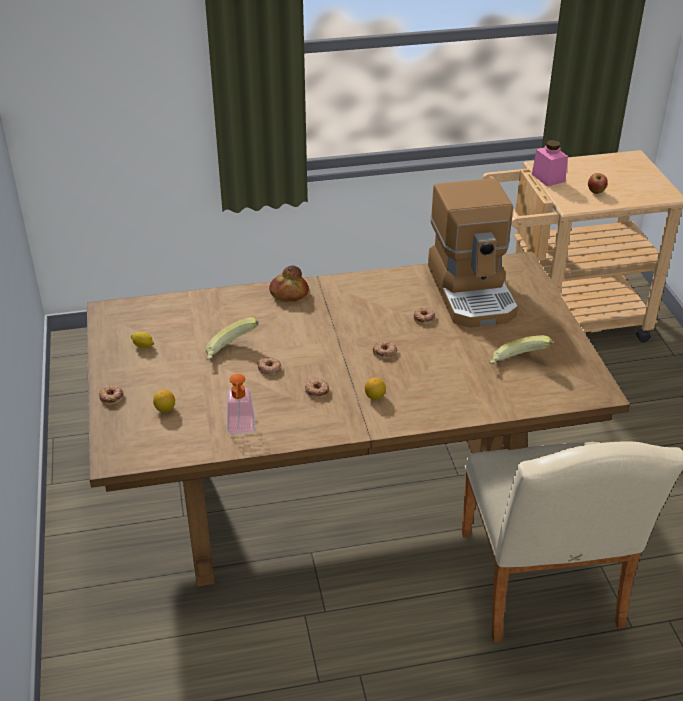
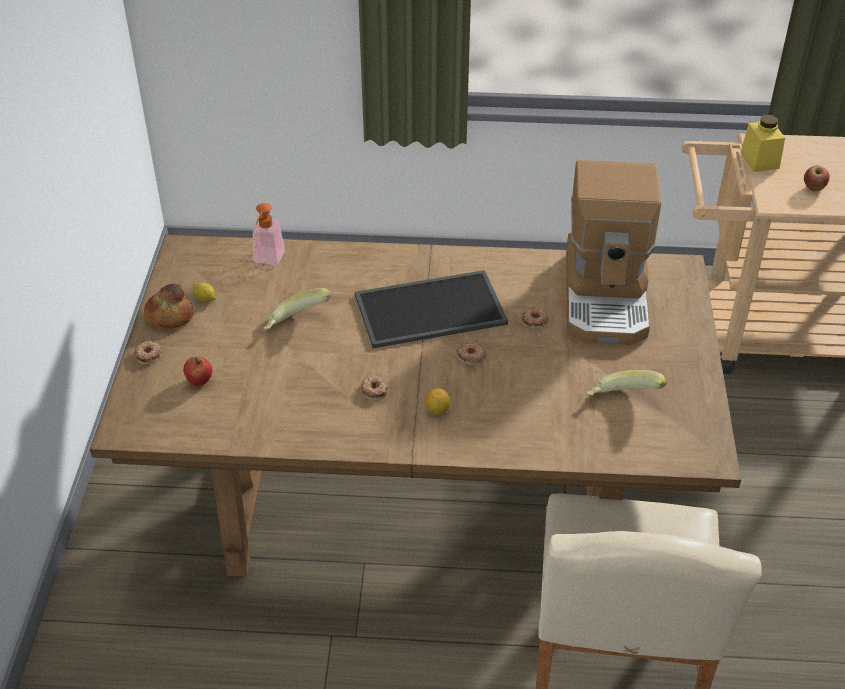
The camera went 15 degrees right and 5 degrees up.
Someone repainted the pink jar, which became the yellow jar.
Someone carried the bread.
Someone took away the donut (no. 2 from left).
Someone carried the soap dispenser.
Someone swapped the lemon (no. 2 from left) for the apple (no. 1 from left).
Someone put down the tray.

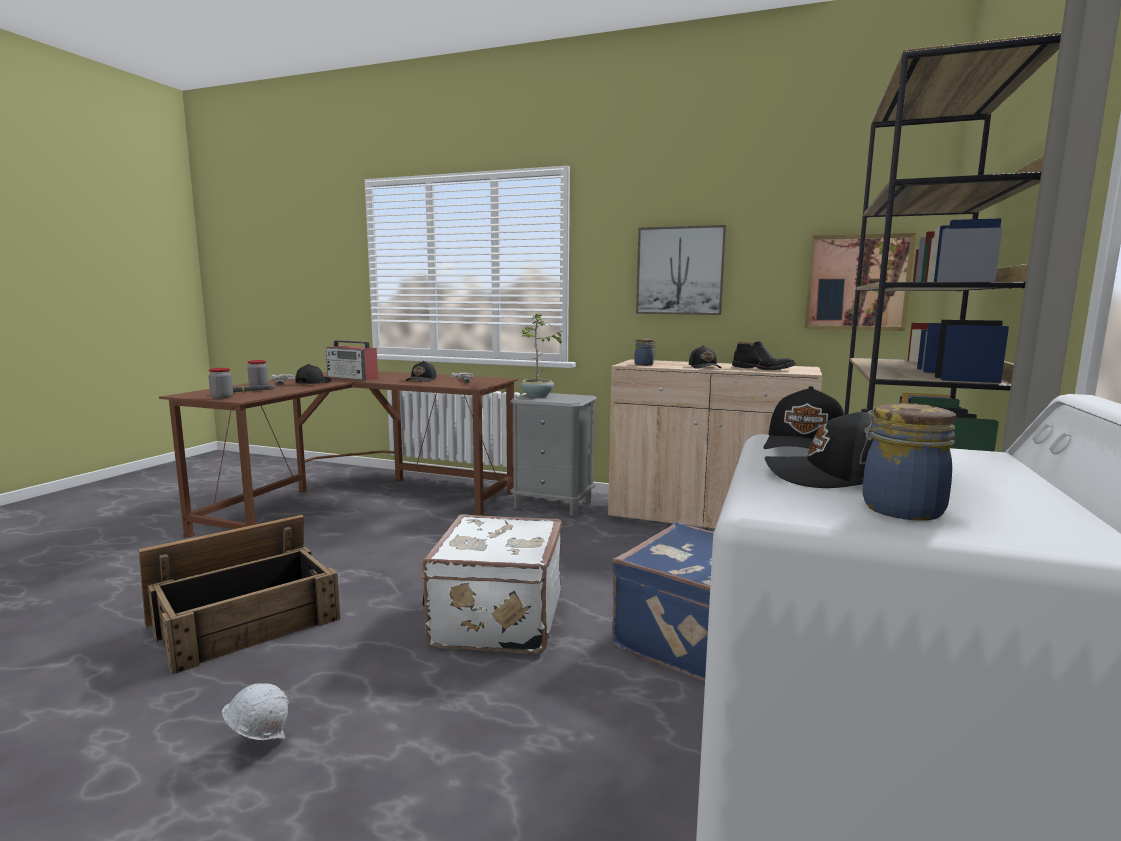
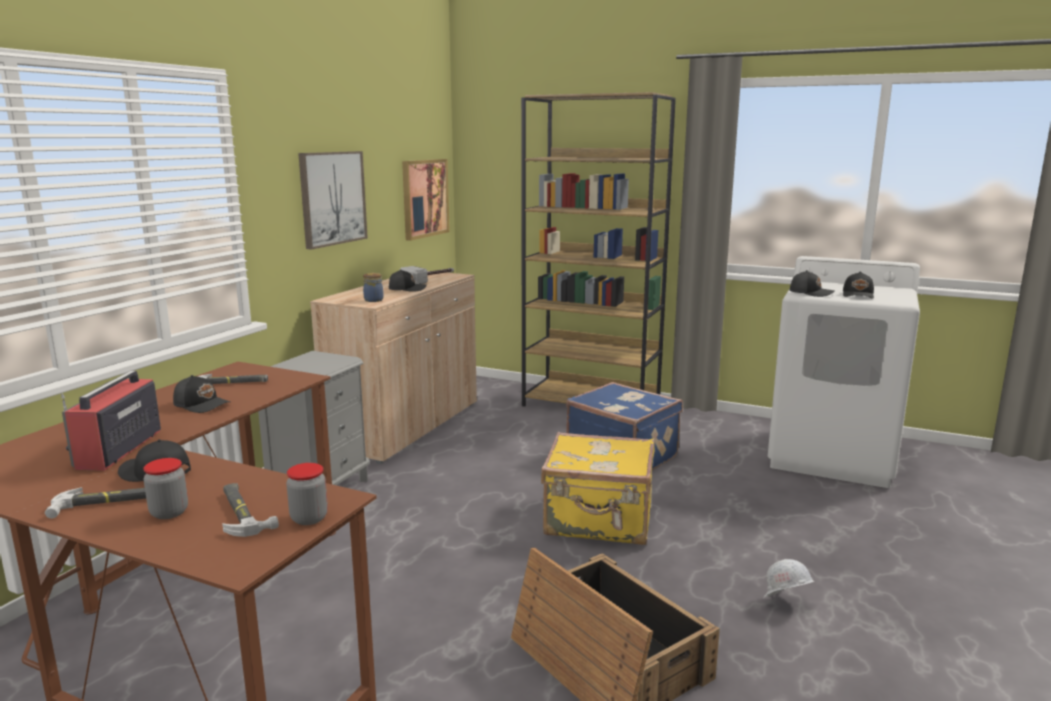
The camera went 85 degrees left and 5 degrees up.
Someone took away the potted plant.
Someone rotated the radio by 150 degrees clockwise.
Someone swapped the black boot for the hammer (no. 4 from left).
Someone took away the jar (no. 4 from left).
Someone repainted the white suitcase, which became the yellow suitcase.

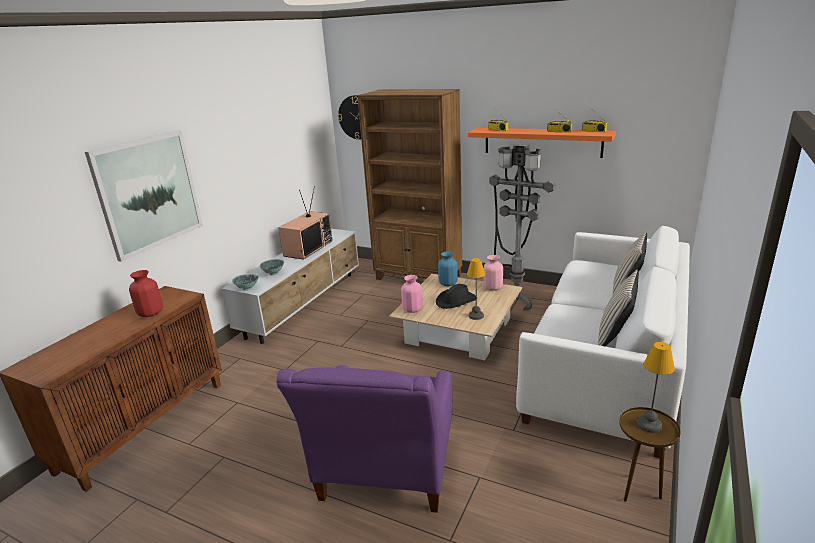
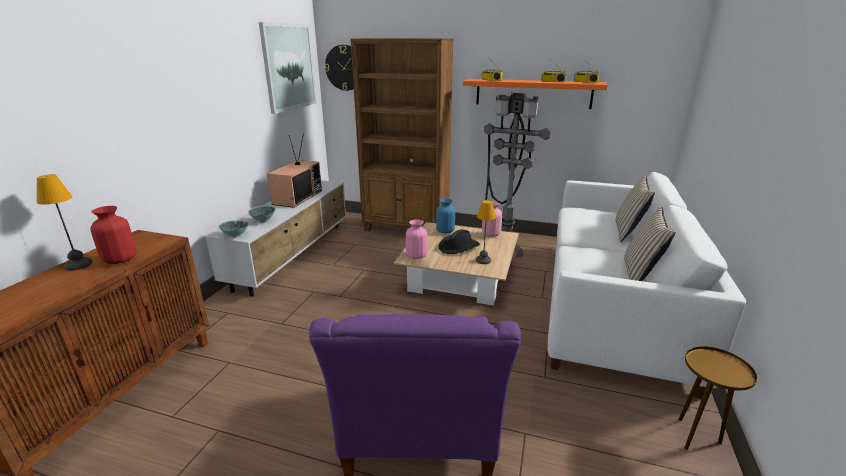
The camera went 10 degrees left and 0 degrees up.
Someone carried the picture.
Someone carried the table lamp (no. 2 from left in the first image).

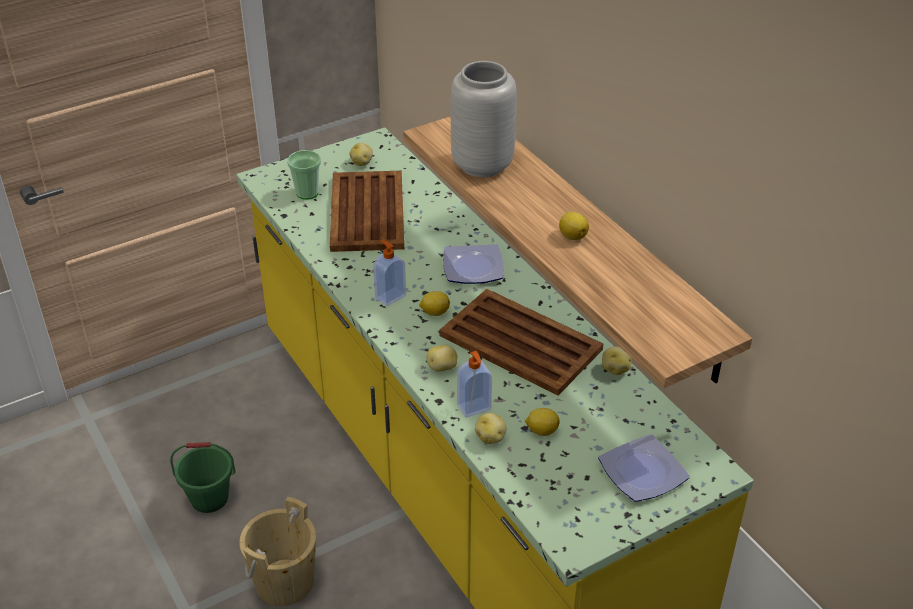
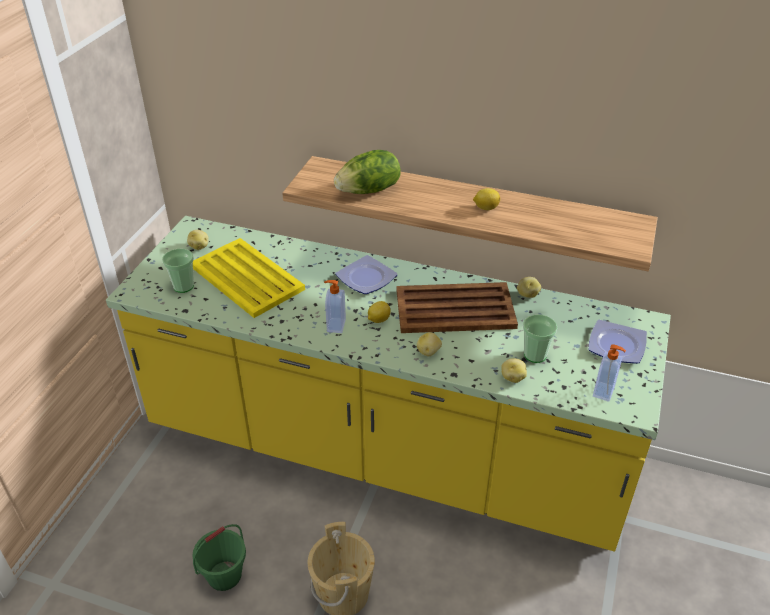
The camera went 40 degrees left and 0 degrees up.
Someone swapped the grey vase for the lettuce.
Someone repainted the brown tray (no. 1 from left), which became the yellow tray.
Someone carried the soap dispenser (no. 2 from left).
Someone swapped the lemon (no. 2 from left) for the cup (no. 2 from left).

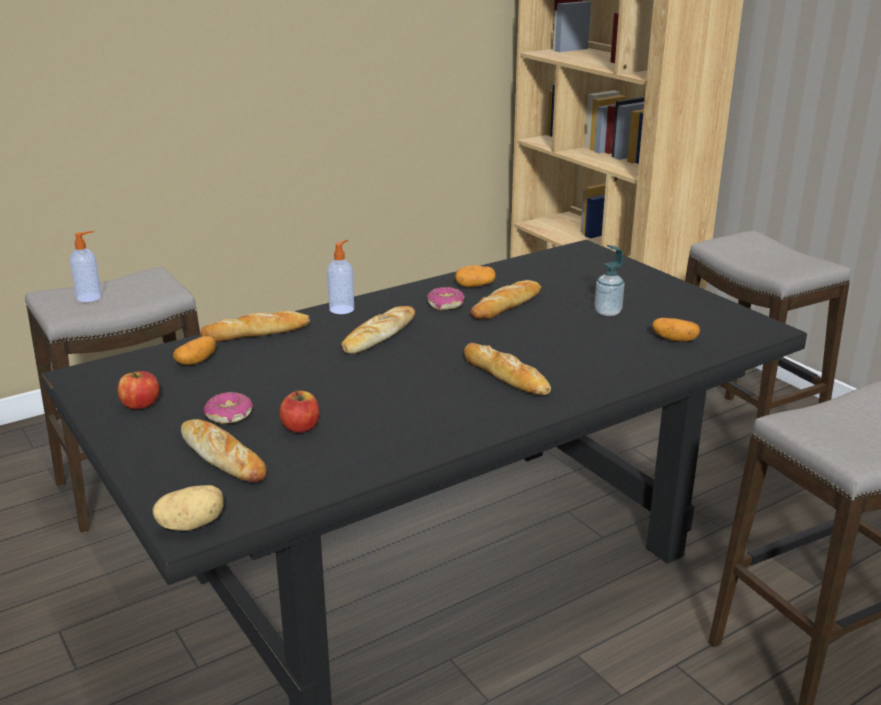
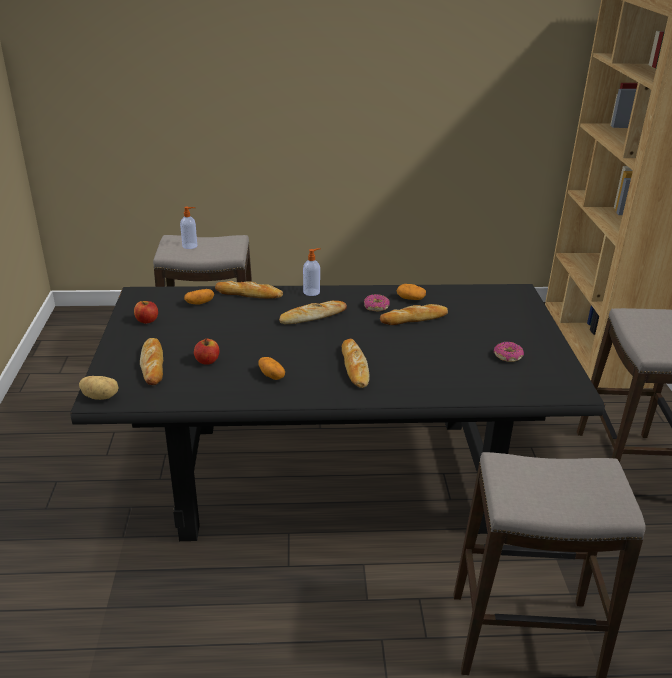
The camera went 30 degrees right and 5 degrees up.
Someone took away the soap dispenser (no. 3 from left).
Someone carried the potato (no. 4 from left in the first image).
Someone carried the donut (no. 1 from left in the first image).

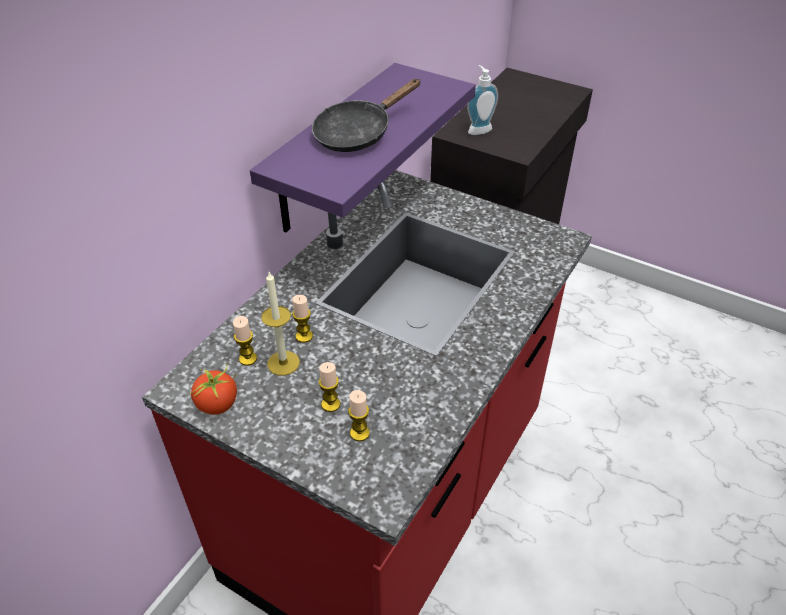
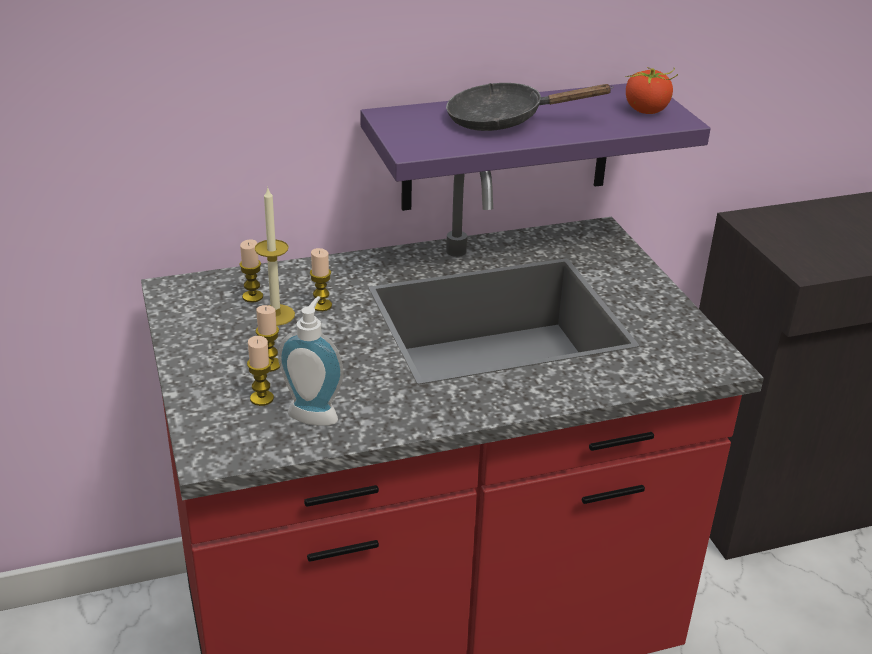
The camera went 40 degrees right and 10 degrees down.
Someone carried the soap dispenser.
Someone carried the tomato.

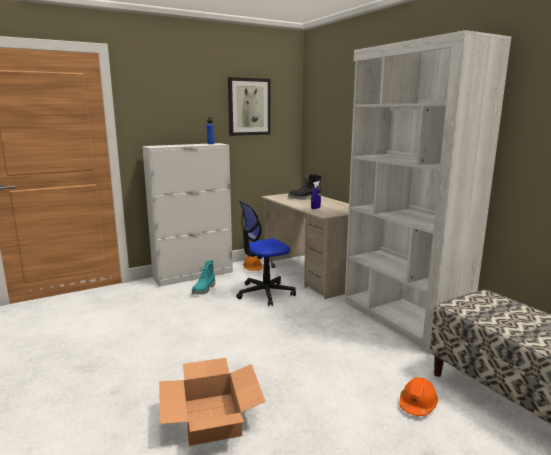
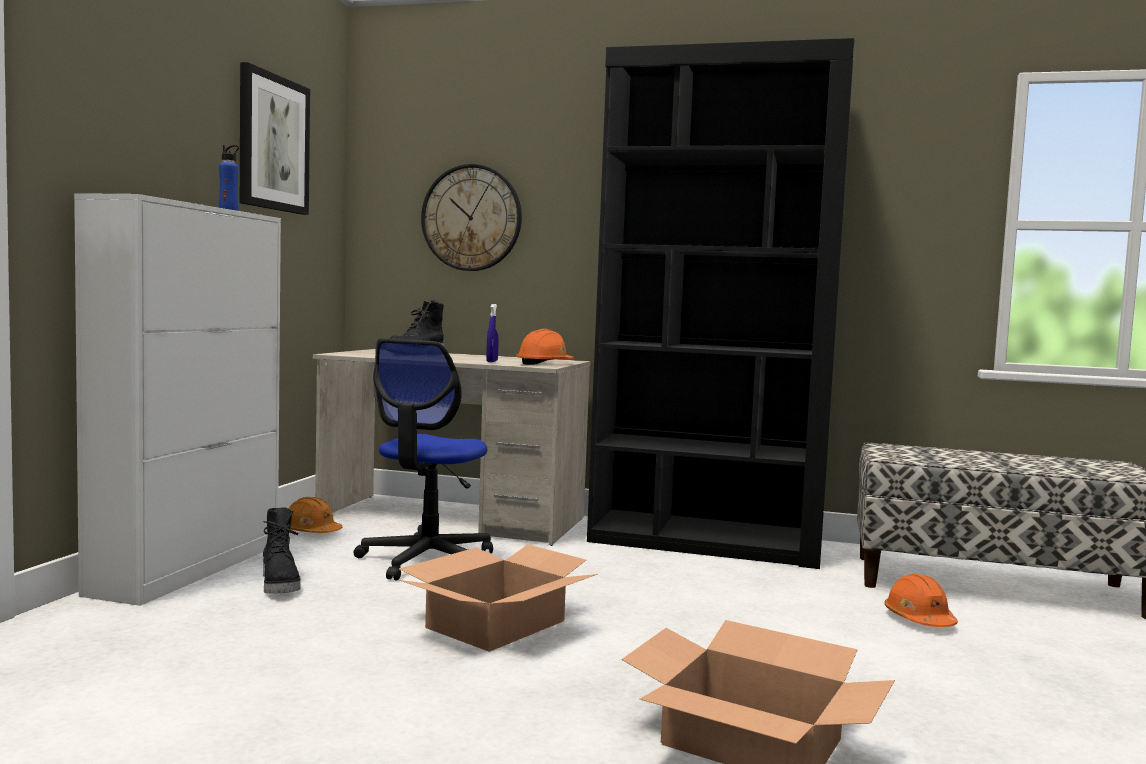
The camera went 45 degrees left and 10 degrees down.
Someone repainted the white bookcase, which became the black bookcase.
Someone repainted the turquoise boot, which became the black boot (no. 1 from left).
Someone put up the wall clock.
Someone put down the orange hard hat (no. 2 from left).
Someone put down the cardboard box (no. 1 from left).

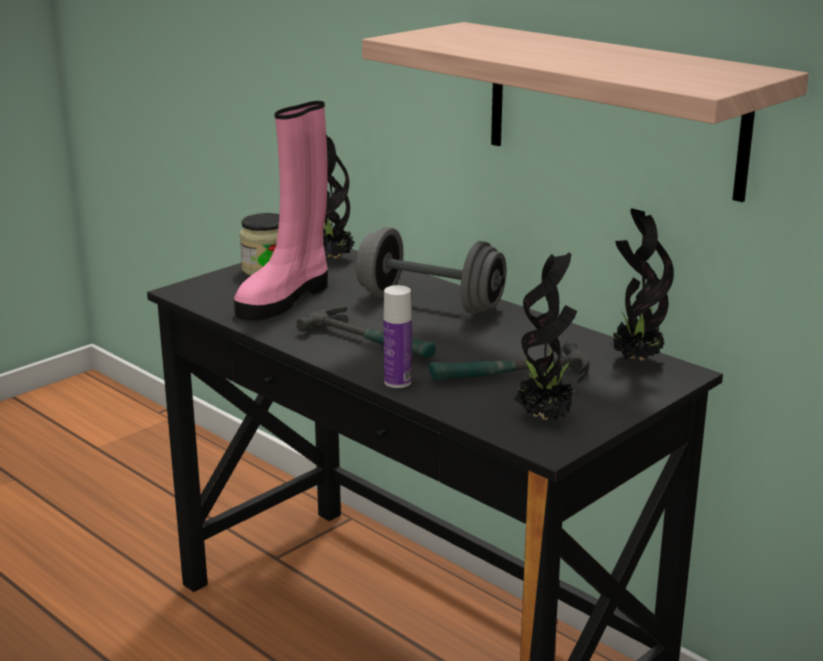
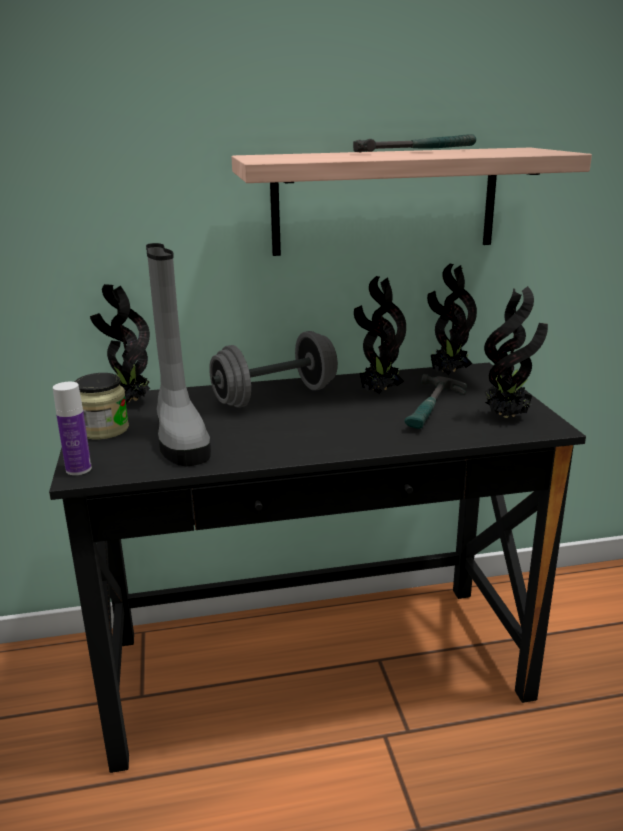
The camera went 55 degrees left and 0 degrees up.
Someone repainted the pink boot, which became the grey boot.
Someone carried the bottle.
Someone carried the hammer (no. 1 from left).
Someone put down the potted plant (no. 2 from left).

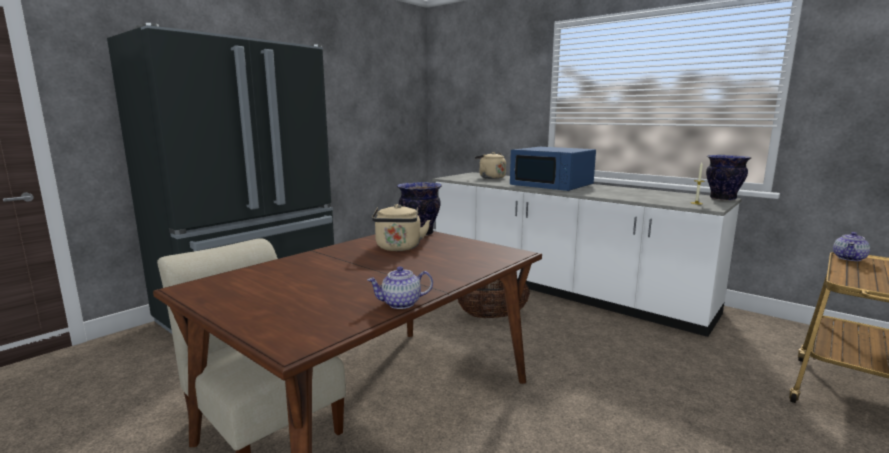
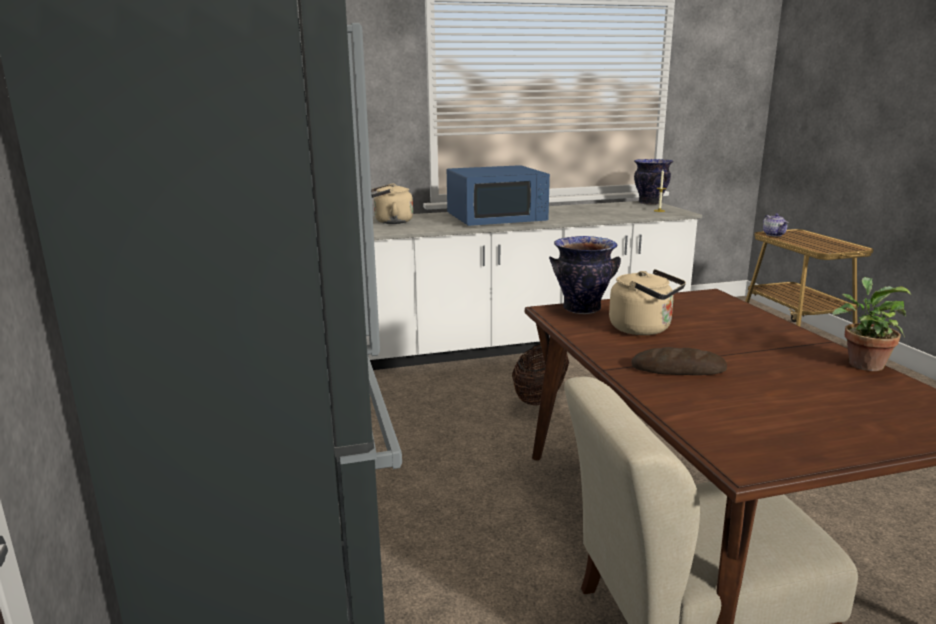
The camera went 55 degrees left and 5 degrees up.
Someone swapped the teapot (no. 1 from left) for the potted plant.
Someone put down the bread.

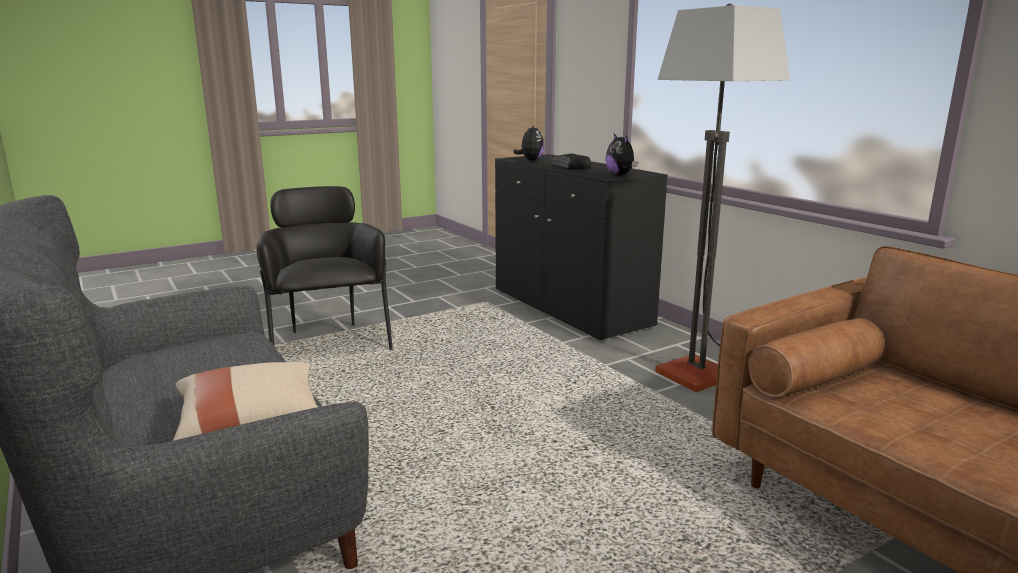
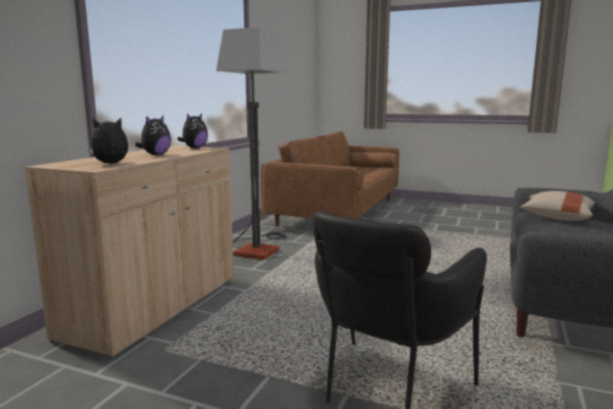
The camera went 125 degrees left and 5 degrees down.
Someone swapped the radio for the plush toy (no. 2 from left).
Someone repainted the black cabinet, which became the beige cabinet.

